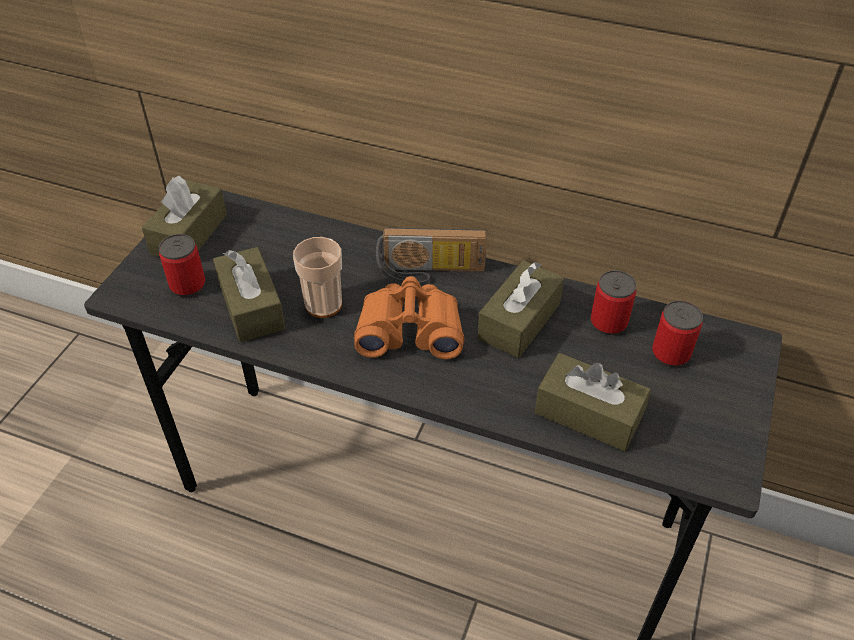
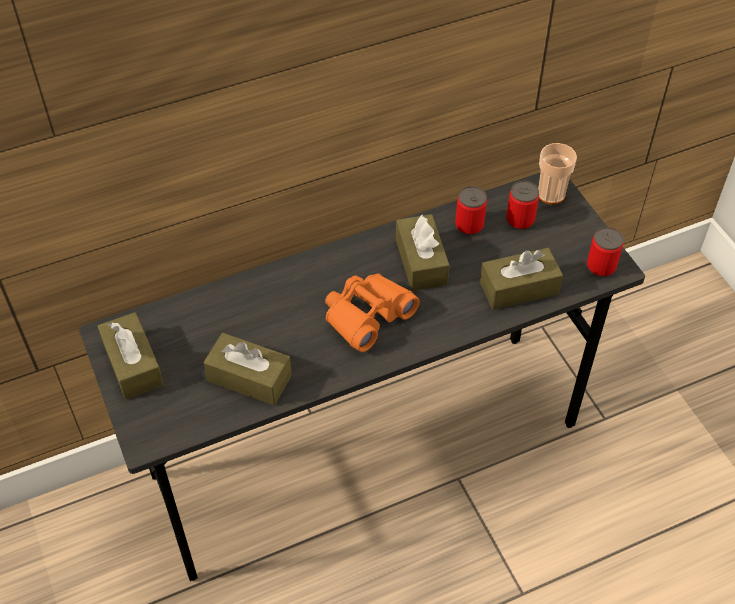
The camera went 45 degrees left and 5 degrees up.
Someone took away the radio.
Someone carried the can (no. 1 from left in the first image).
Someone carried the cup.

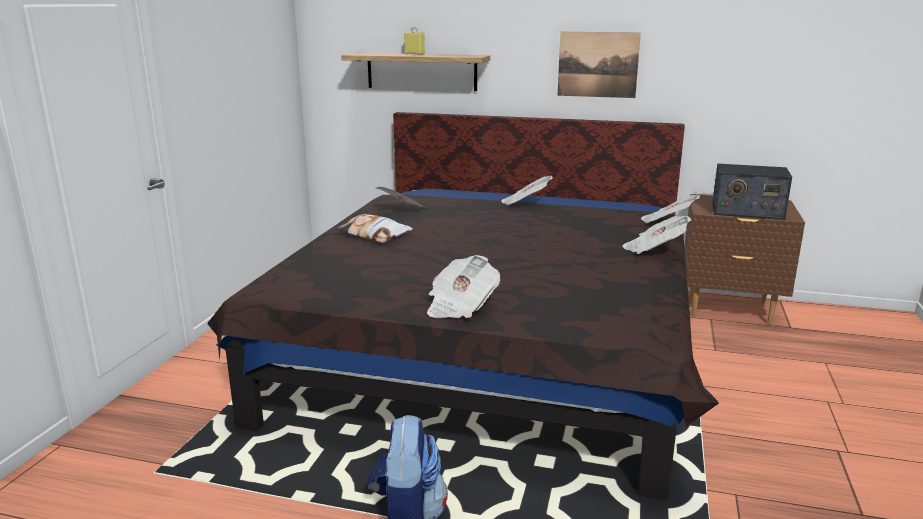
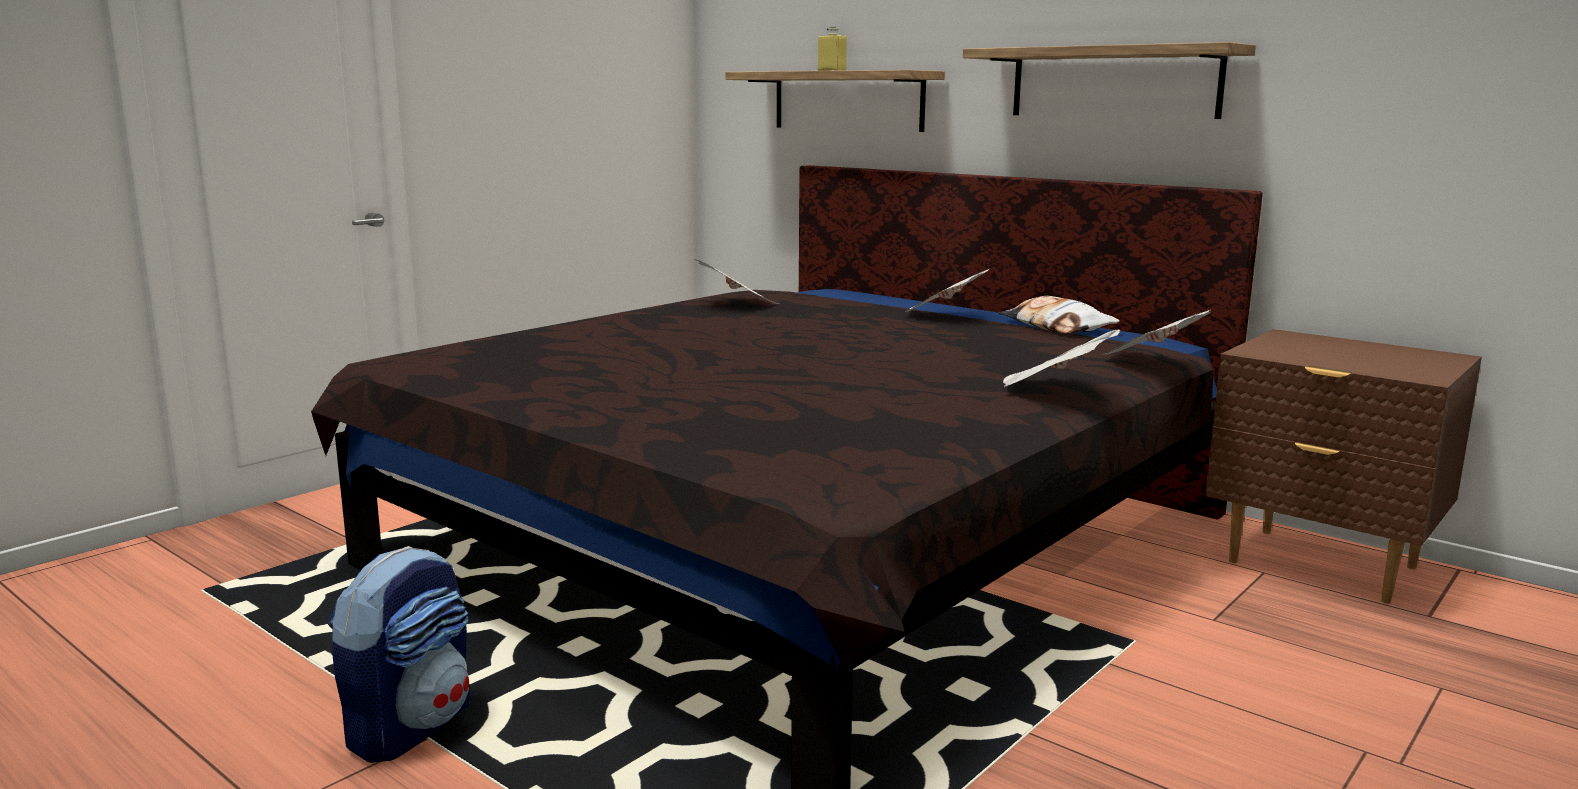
The camera went 25 degrees right and 5 degrees down.
Someone swapped the picture for the shelf (no. 2 from left).
Someone took away the radio.
Someone carried the pillow.
Someone took away the newspaper (no. 2 from left).

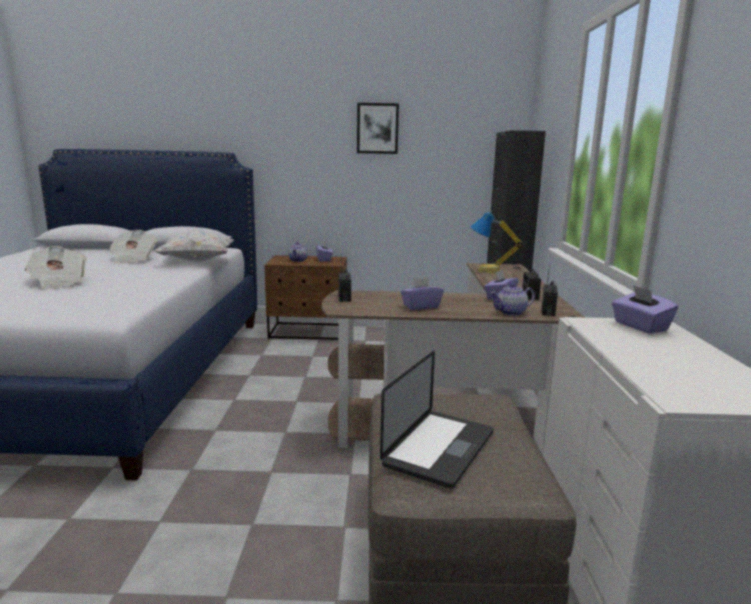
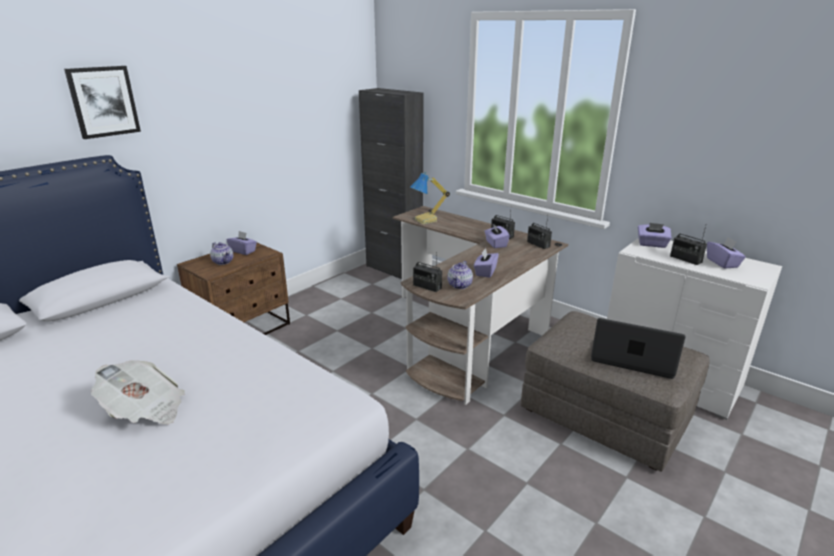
The camera went 50 degrees left and 10 degrees up.
Someone carried the picture.
Someone took away the white pillow.
Someone took away the newspaper (no. 2 from left).
Someone carried the teapot (no. 2 from left).
Someone rotated the laptop by 45 degrees counterclockwise.
Someone put down the radio (no. 4 from left).
Someone put down the purple tissue box (no. 5 from left).

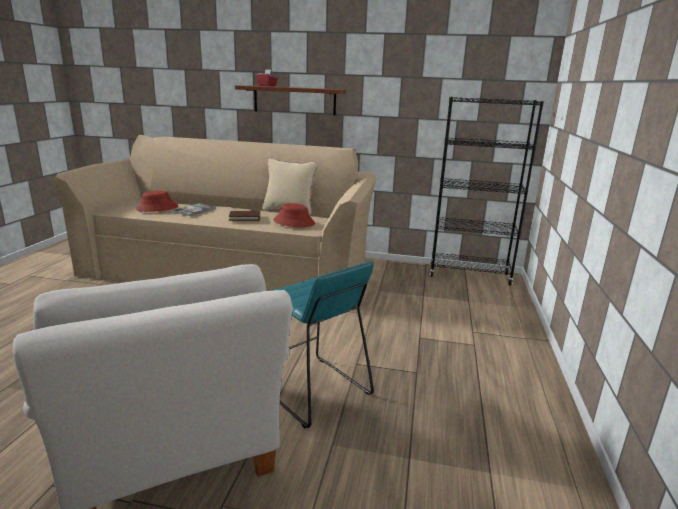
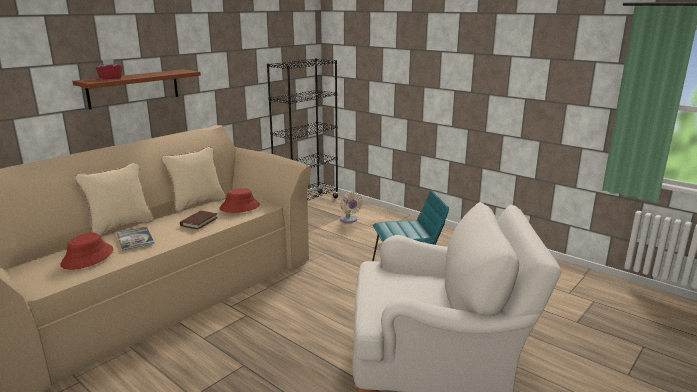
The camera went 60 degrees left and 0 degrees up.
Someone put down the beige pillow (no. 1 from left).
Someone put down the beige fan.

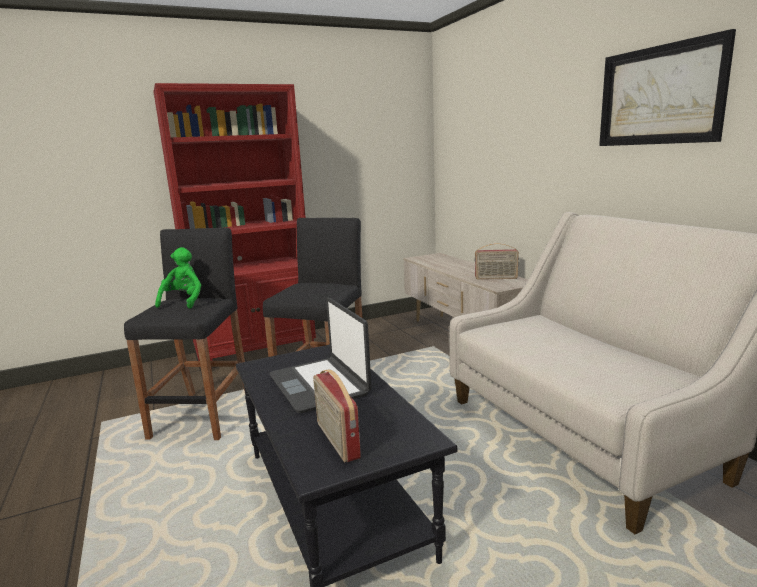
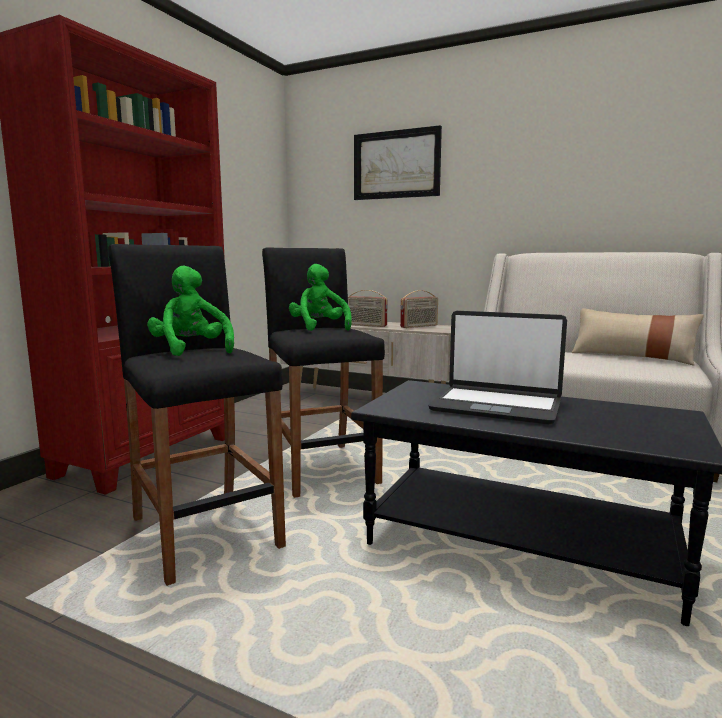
The camera went 40 degrees left and 5 degrees down.
Someone carried the picture.
Someone carried the radio (no. 1 from left).
Someone put down the green plush toy (no. 2 from left).
Someone put down the beige pillow.

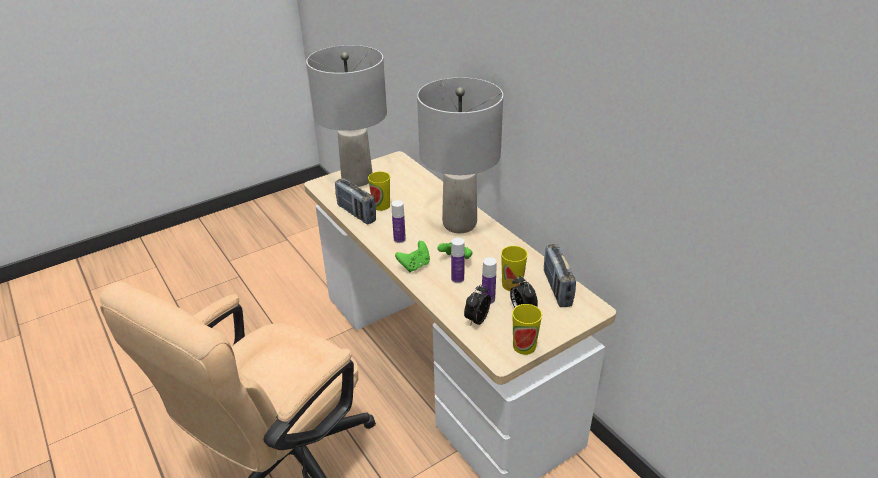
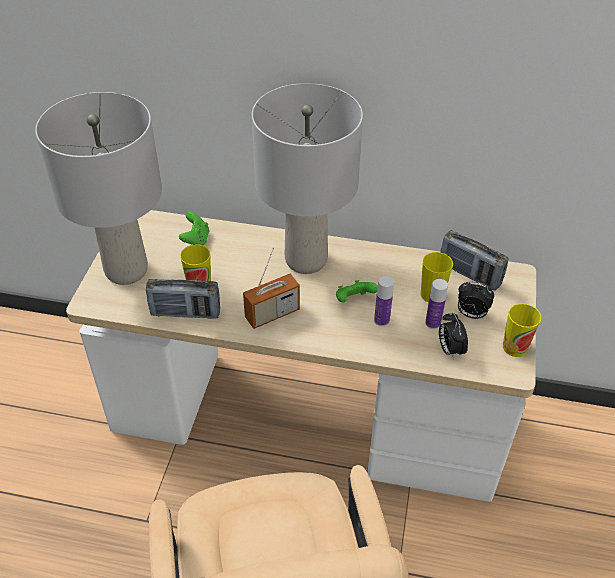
The camera went 45 degrees left and 10 degrees up.
Someone swapped the bottle (no. 1 from left) for the radio (no. 2 from left).
Someone carried the green game controller (no. 1 from left).

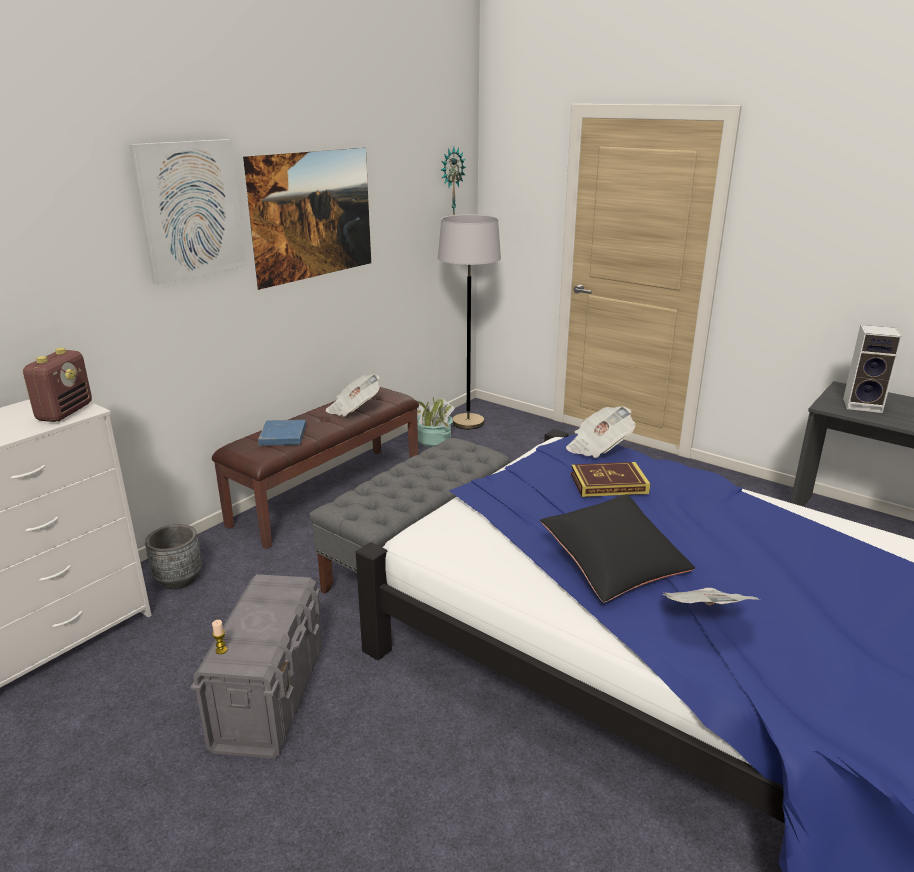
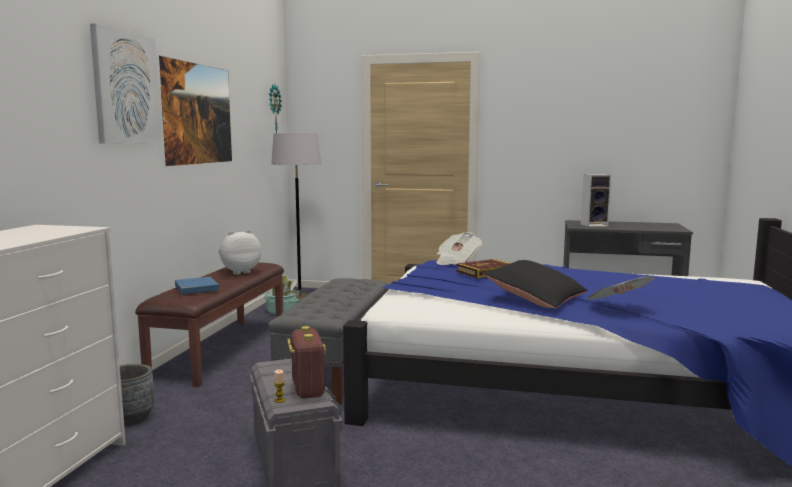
The camera went 25 degrees left and 15 degrees down.
Someone carried the radio.
Someone swapped the newspaper (no. 1 from left) for the plush toy.

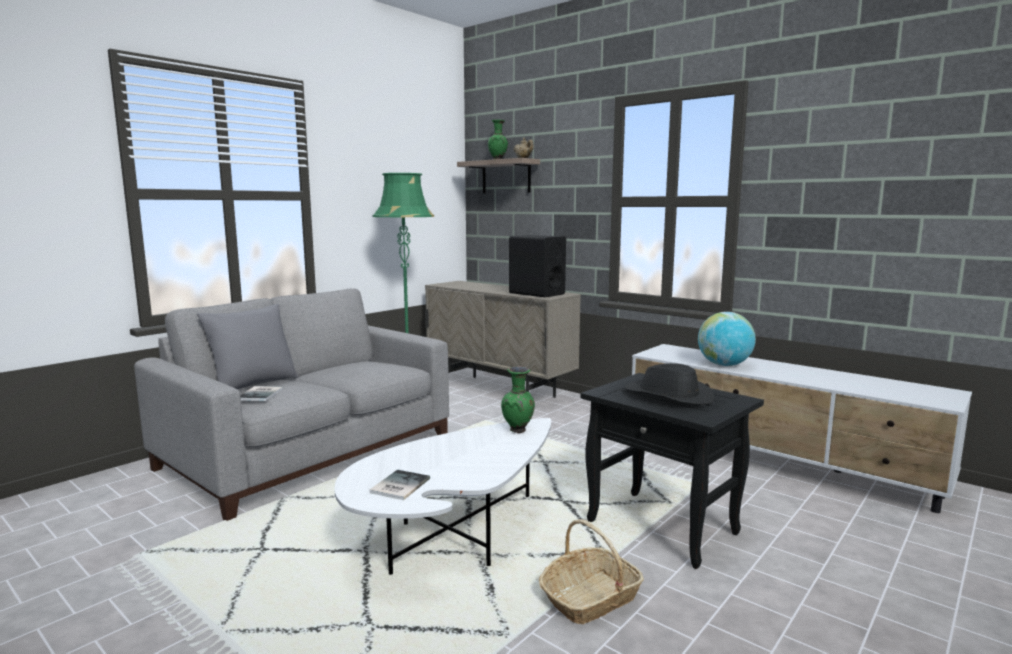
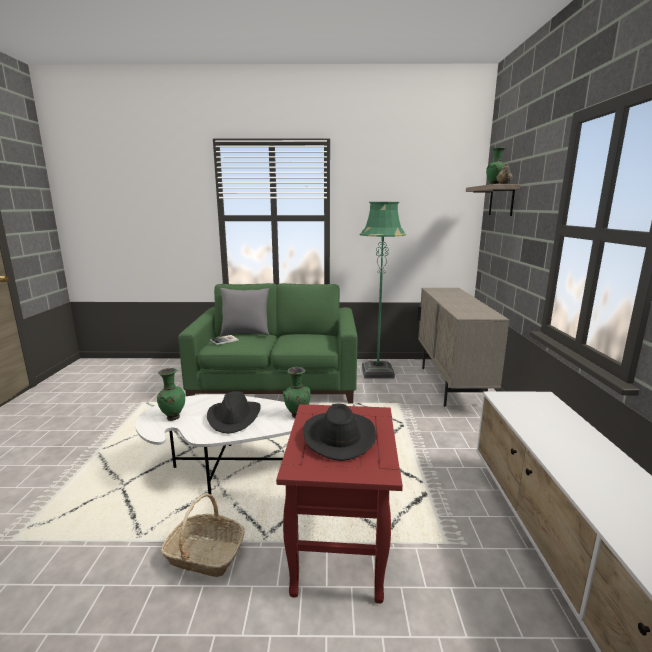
The camera went 50 degrees right and 5 degrees up.
Someone took away the black speaker.
Someone repainted the grey sofa, which became the green sofa.
Someone took away the globe.
Someone repainted the black side table, which became the red side table.
Someone swapped the book (no. 2 from left) for the green vase (no. 1 from left).
Someone put down the black hat (no. 1 from left).

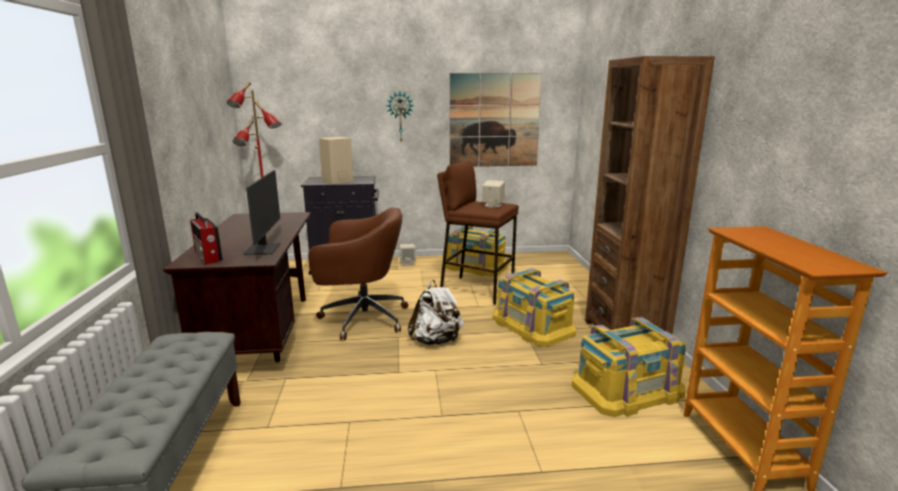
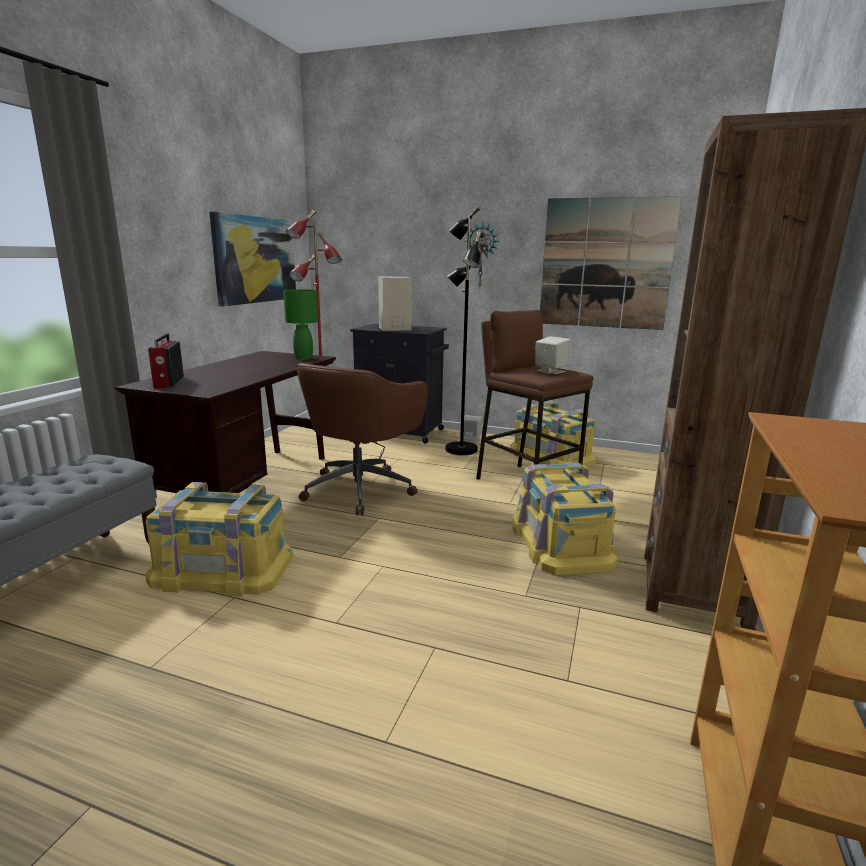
The camera went 25 degrees right and 0 degrees up.
Someone took away the monitor.
Someone rotated the brown office chair by 90 degrees clockwise.
Someone took away the white backpack.
Someone carried the yellow storage box (no. 3 from left in the first image).
Someone put down the black floor lamp.
Someone put up the picture (no. 1 from left).
Someone put down the green table lamp.

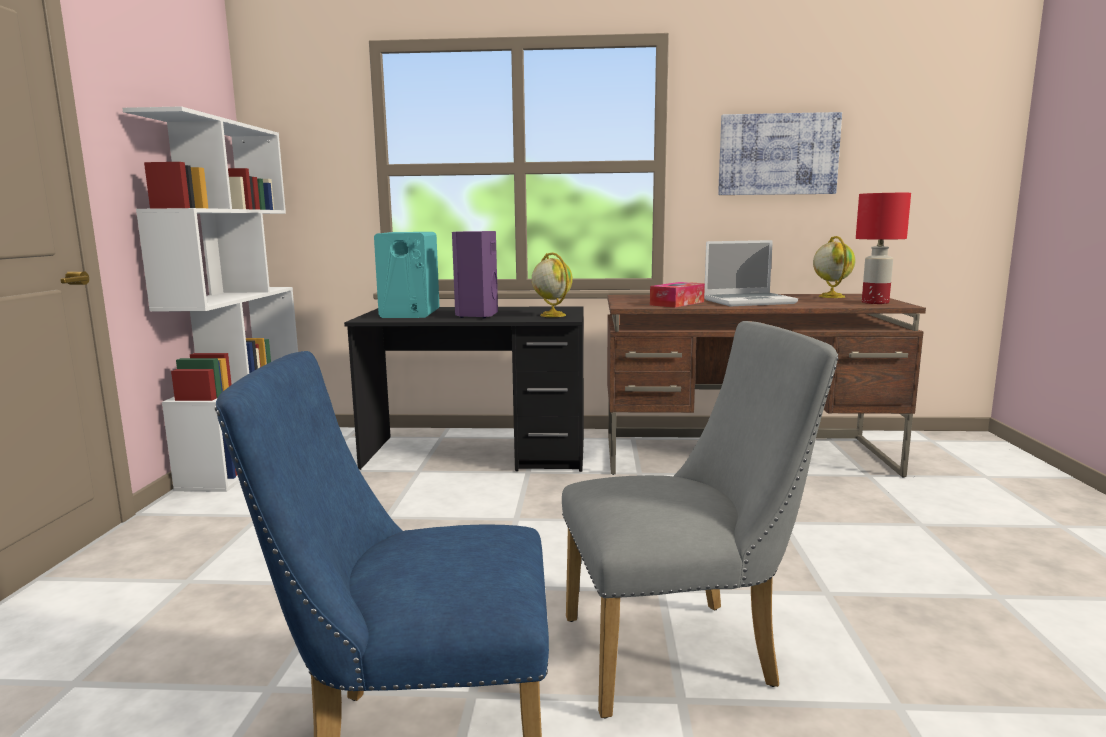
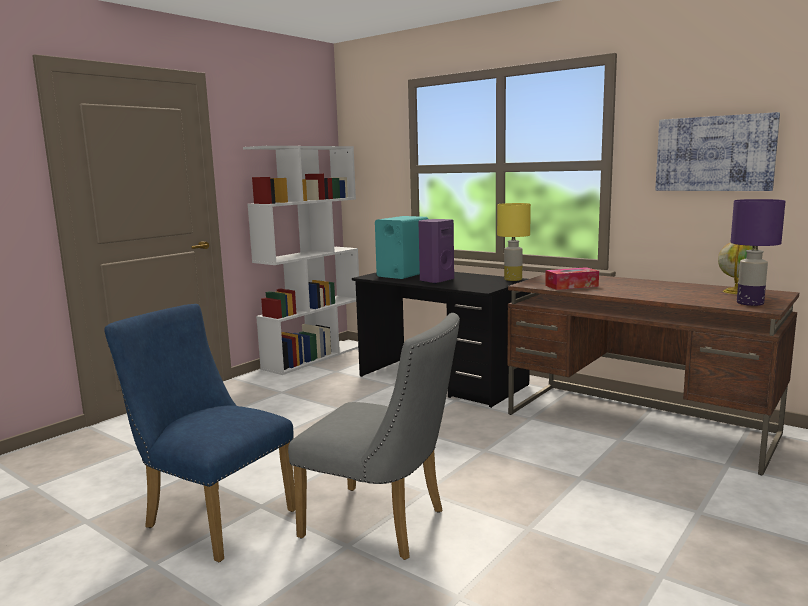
The camera went 35 degrees right and 0 degrees up.
Someone repainted the red table lamp, which became the purple table lamp.
Someone took away the laptop.
Someone took away the globe (no. 1 from left).
Someone put down the yellow table lamp.

